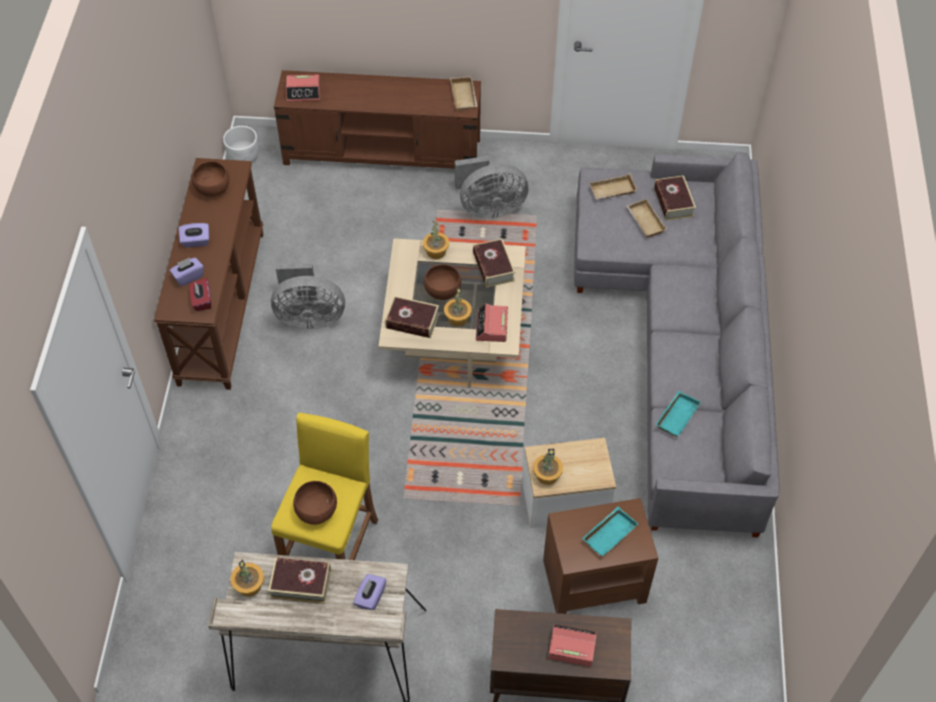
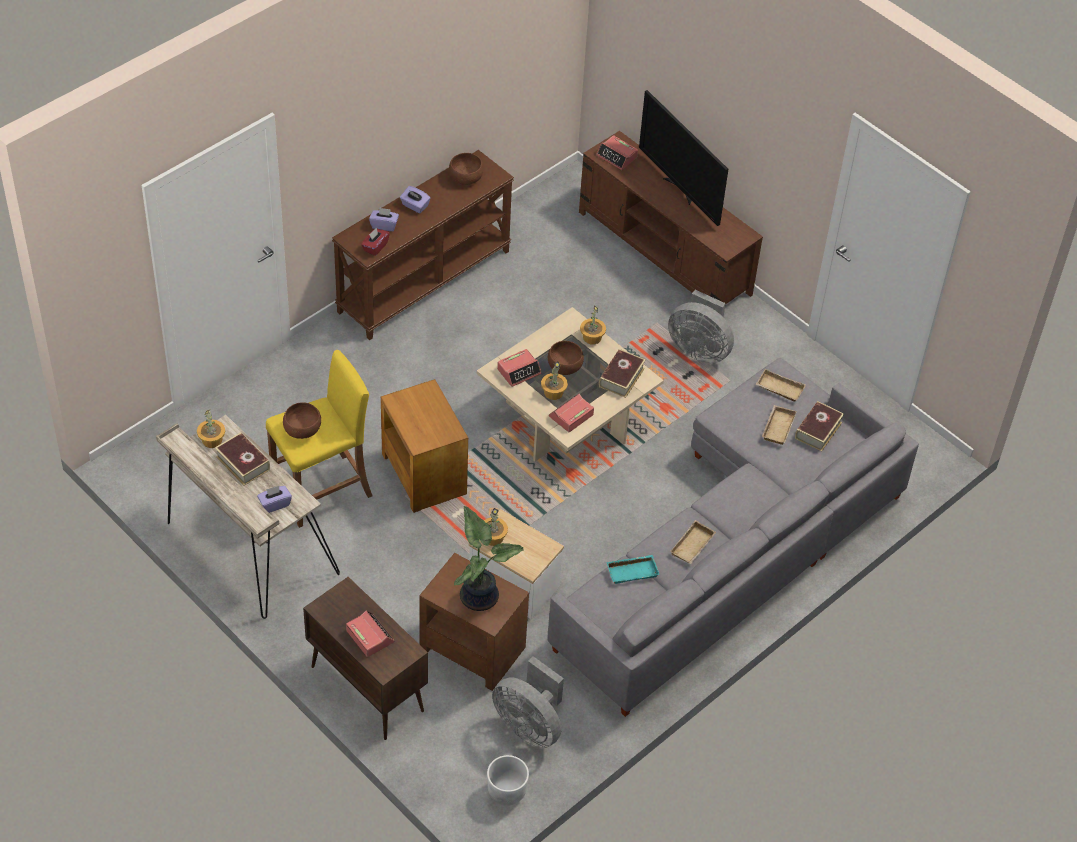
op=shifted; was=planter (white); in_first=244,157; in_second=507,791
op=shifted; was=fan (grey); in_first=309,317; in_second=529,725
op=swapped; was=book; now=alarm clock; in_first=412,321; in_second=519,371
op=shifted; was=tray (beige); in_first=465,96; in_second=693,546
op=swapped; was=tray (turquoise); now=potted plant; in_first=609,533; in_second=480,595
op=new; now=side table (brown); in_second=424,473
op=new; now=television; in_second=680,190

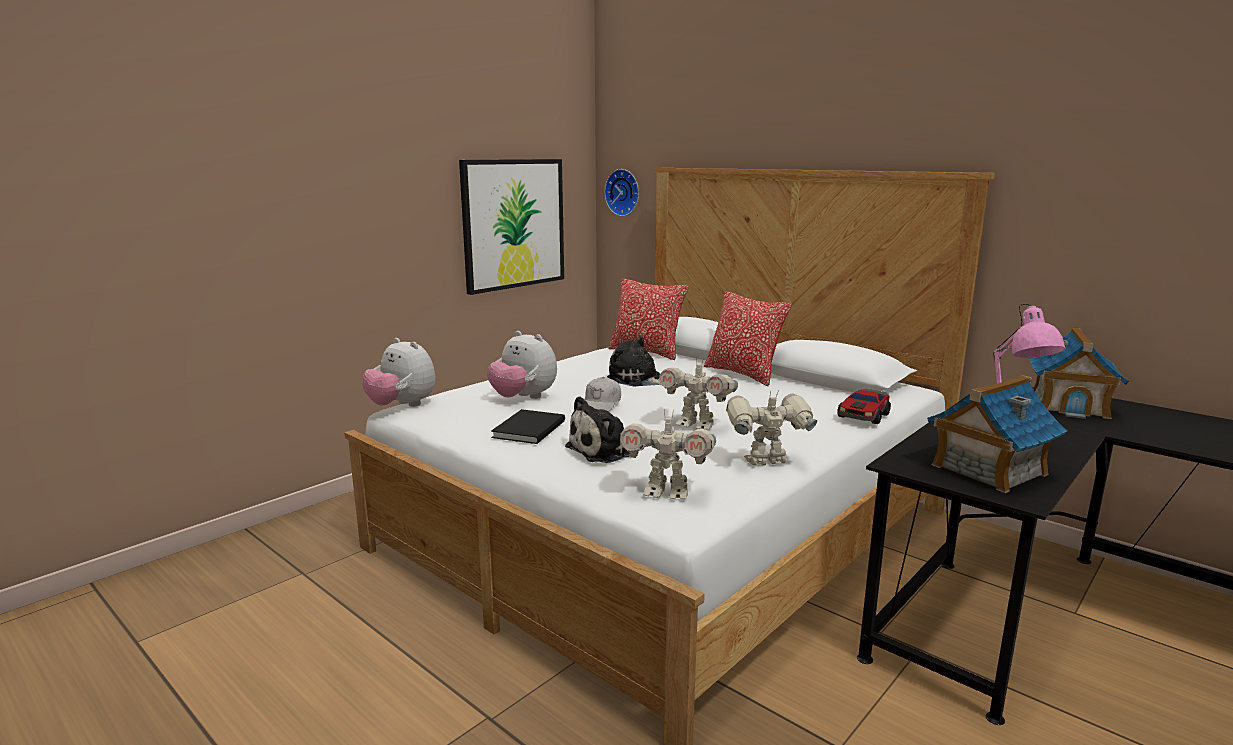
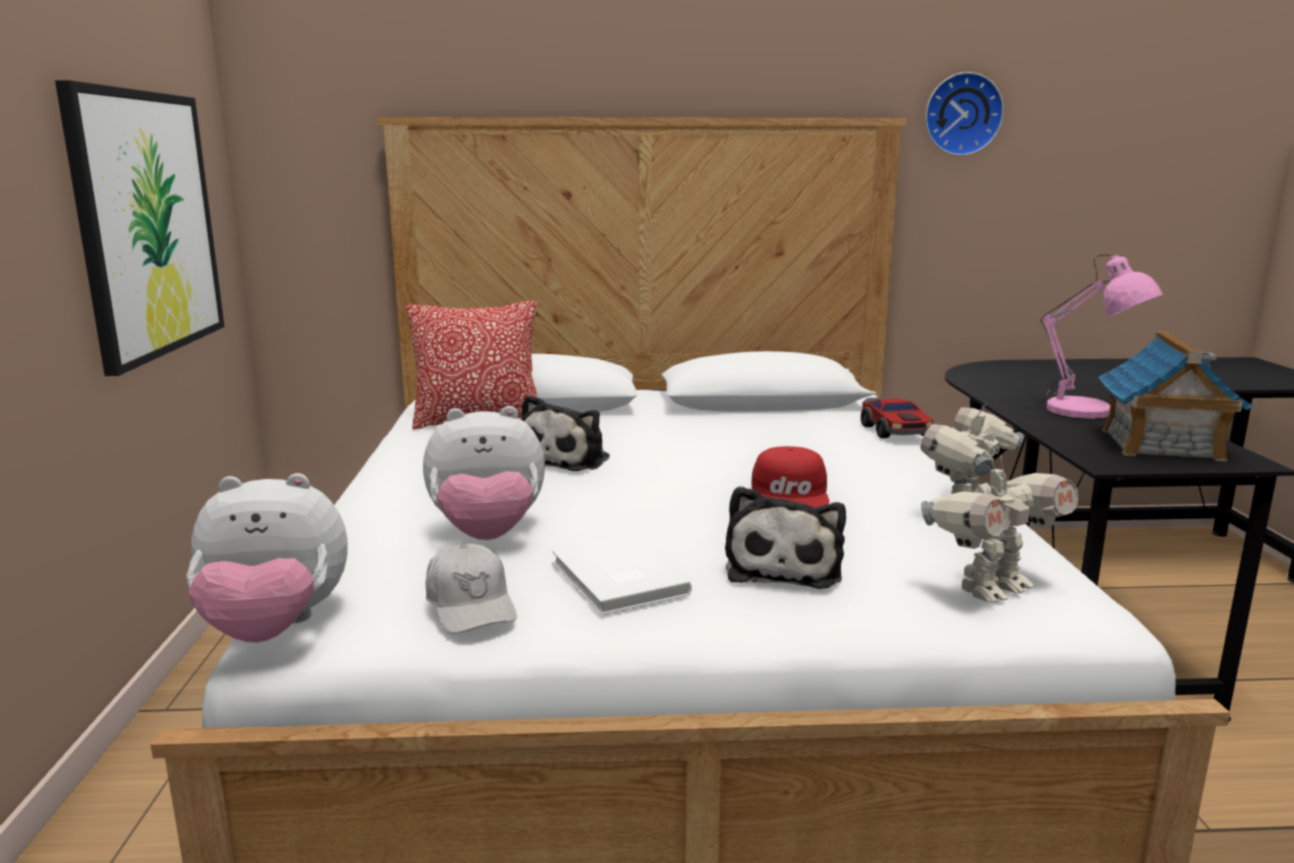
op=repainted; was=book (black); now=book (white); in_first=526,429; in_second=616,580
op=shifted; was=cap (white); in_first=601,404; in_second=471,605
op=shifted; was=wall clock; in_first=624,192; in_second=961,114
op=rotated; was=plush toy; in_first=637,379; in_second=568,460; clockwise=-60
op=swapped; was=toy robot; now=cap (red); in_first=696,425; in_second=791,494
op=gone; was=pillow; in_first=743,374
op=gone; was=toy house; in_first=1069,405

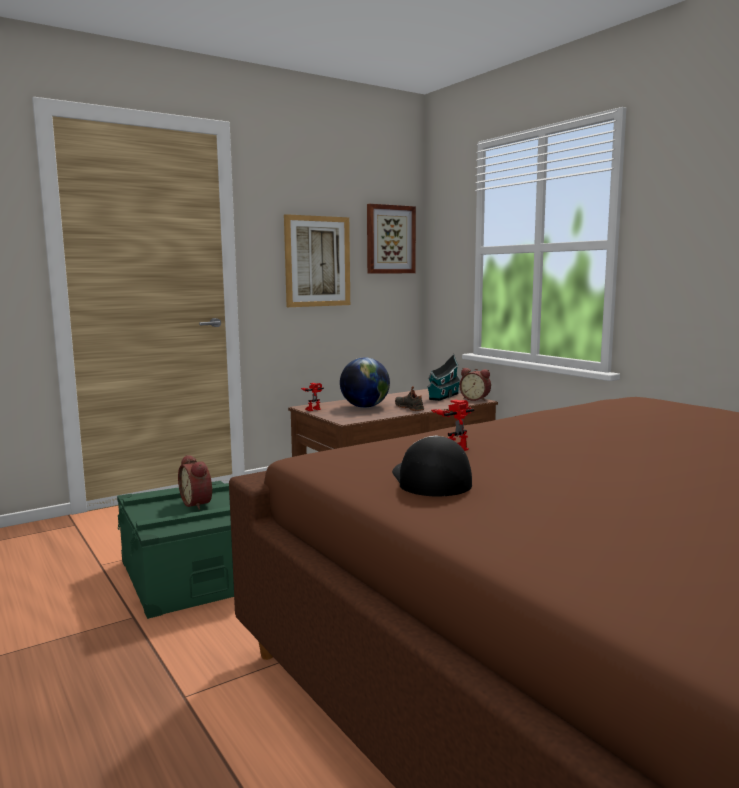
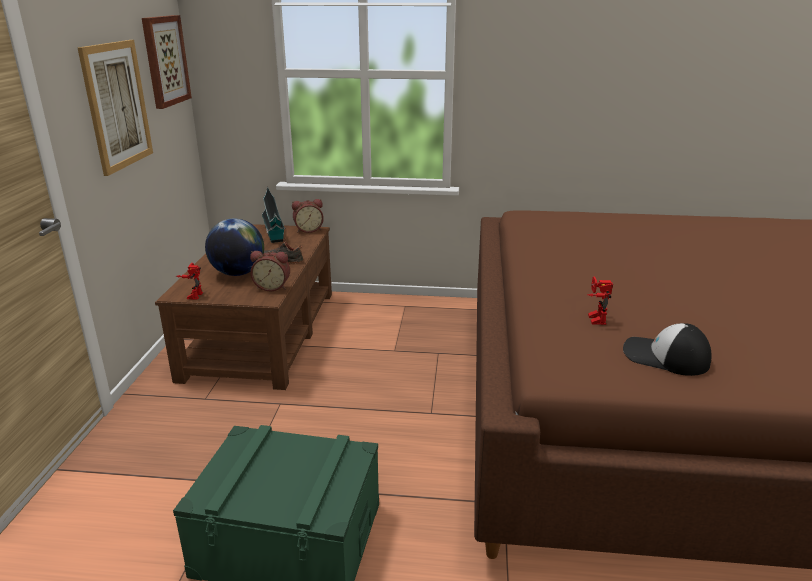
op=shifted; was=alarm clock; in_first=198,503; in_second=272,287

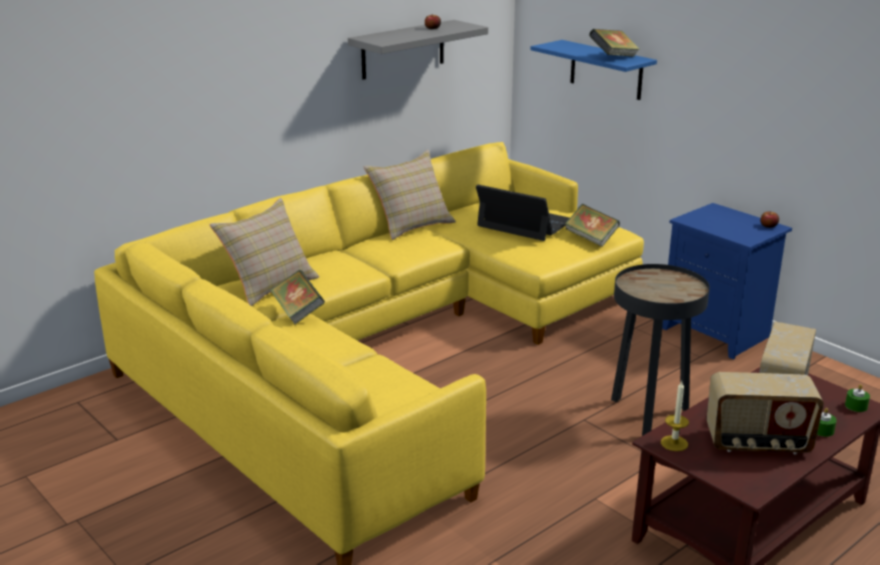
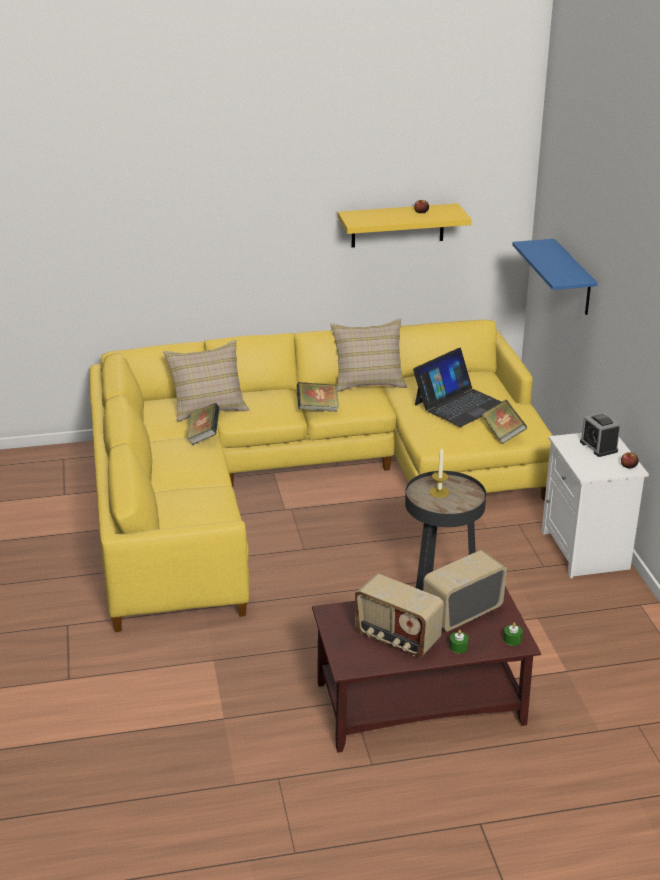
op=repainted; was=shelf (grey); now=shelf (yellow); in_first=403,49; in_second=397,225
op=rotated; was=laptop; in_first=525,223; in_second=458,404; clockwise=75
op=shifted; was=book; in_first=613,57; in_second=317,408
op=shifted; was=candle; in_first=674,443; in_second=439,492
op=repainted; was=nightstand (blue); now=nightstand (white); in_first=718,333; in_second=587,551
op=new; now=alarm clock; in_second=598,446

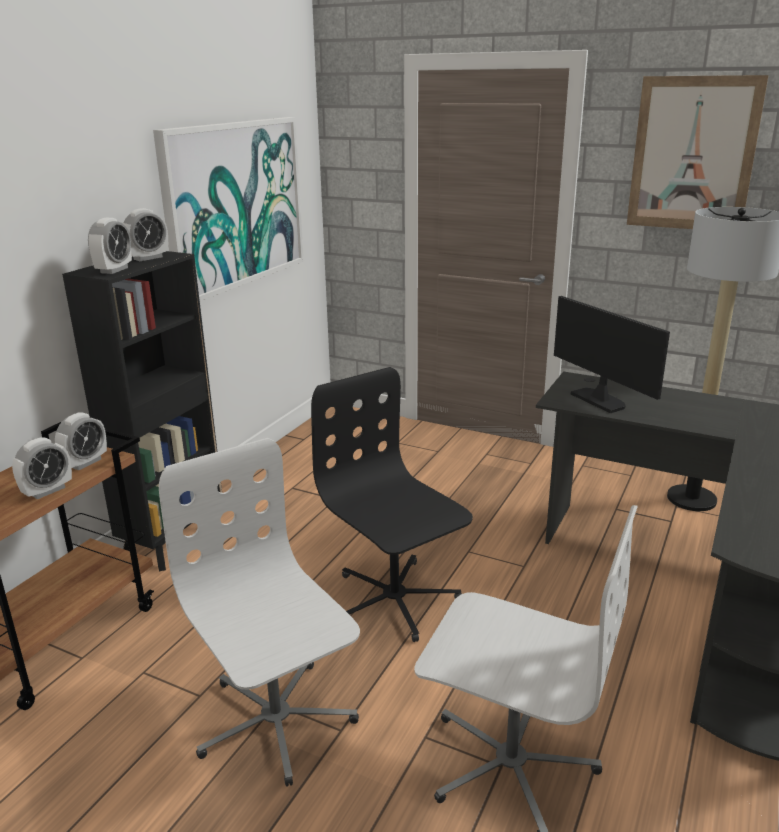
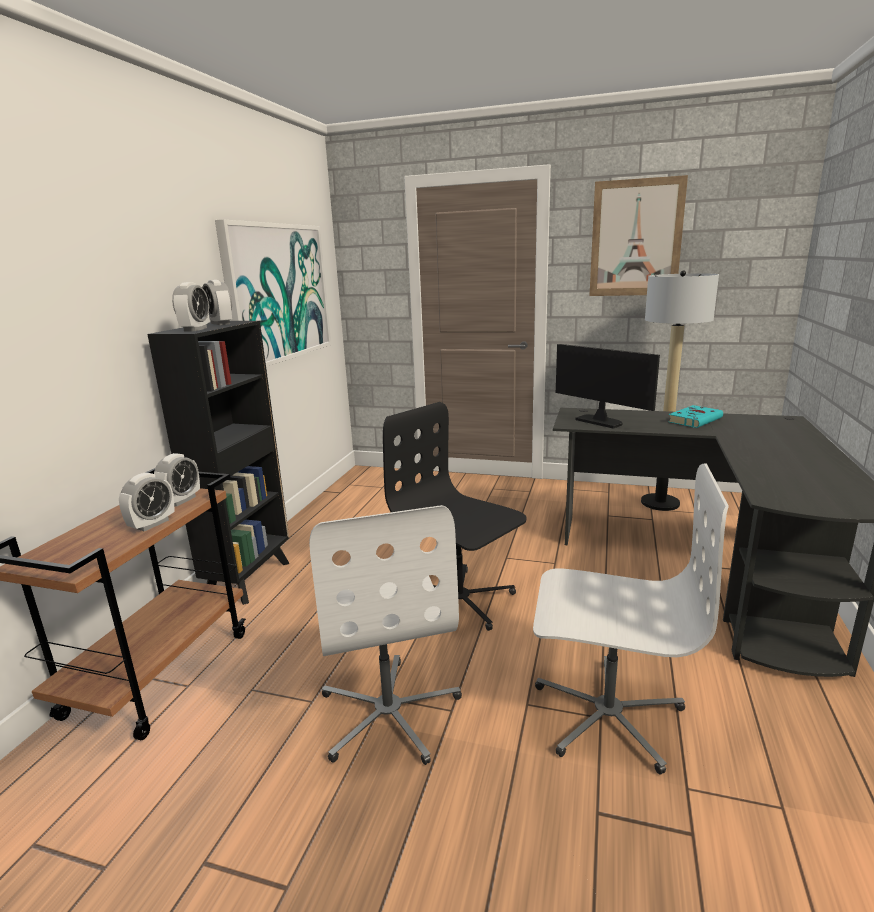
op=rotated; was=alarm clock; in_first=148,258; in_second=220,323; clockwise=105
op=rotated; was=office chair (white); in_first=275,721; in_second=389,712; clockwise=-150
op=new; now=book (turquoise); in_second=695,420

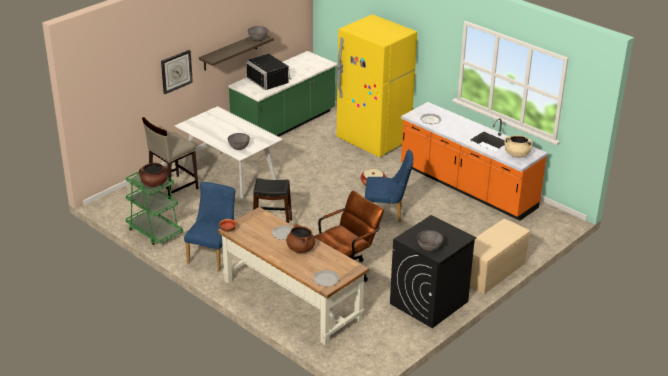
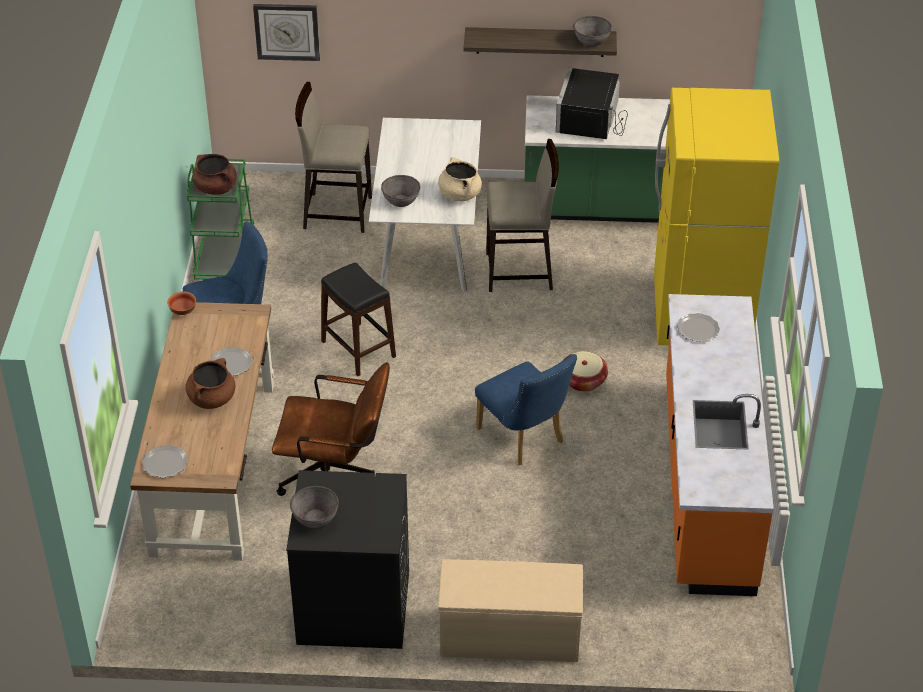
op=shifted; was=wall clock; in_first=176,71; in_second=287,31
op=shifted; was=cooking pot (beige); in_first=517,155; in_second=459,194
op=new; now=stool (beige); in_second=520,272

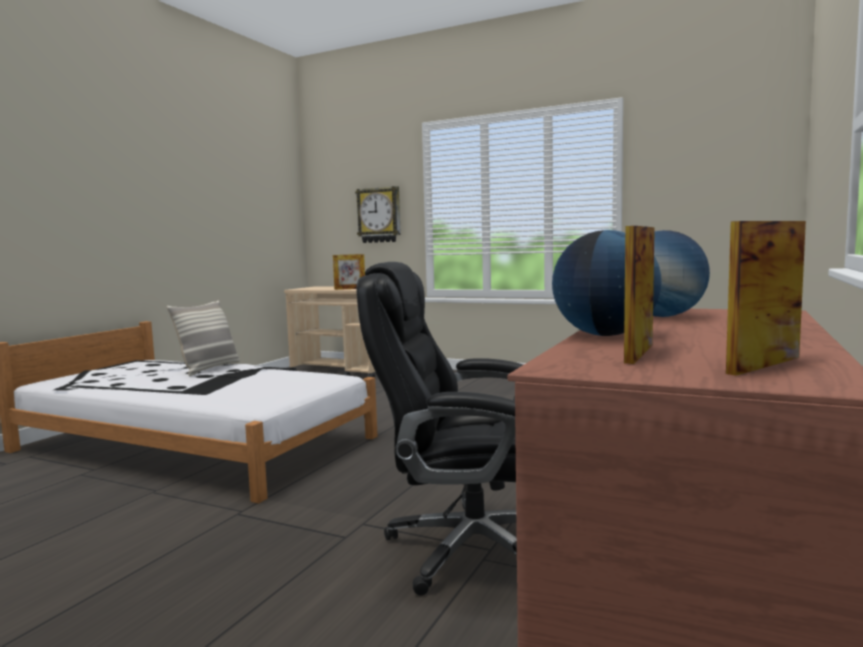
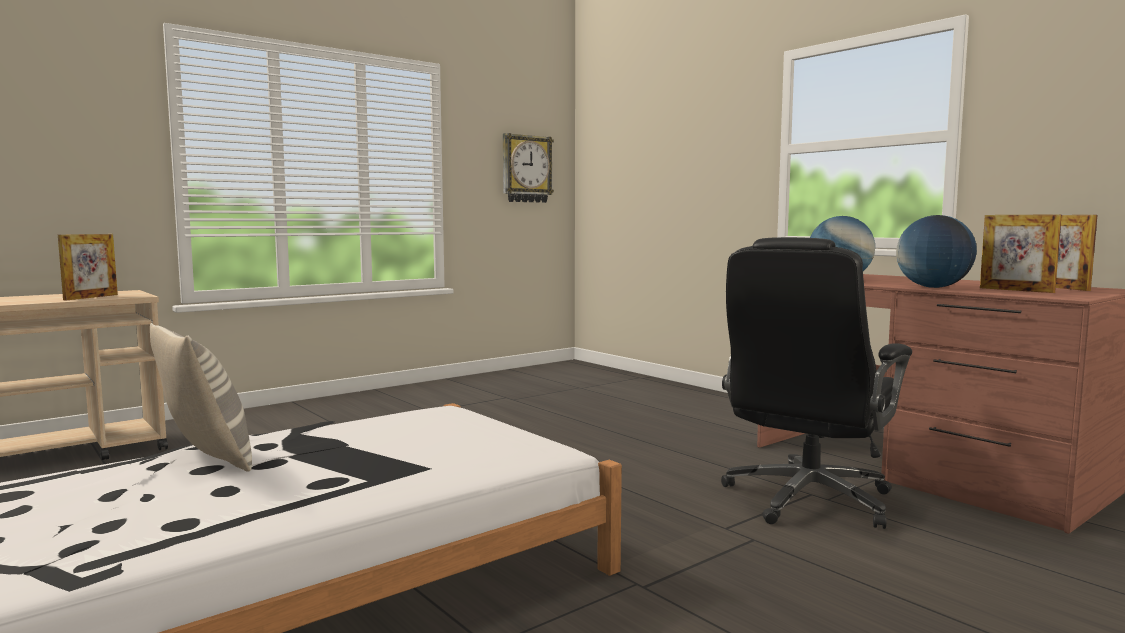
op=shifted; was=wall clock; in_first=379,215; in_second=526,169

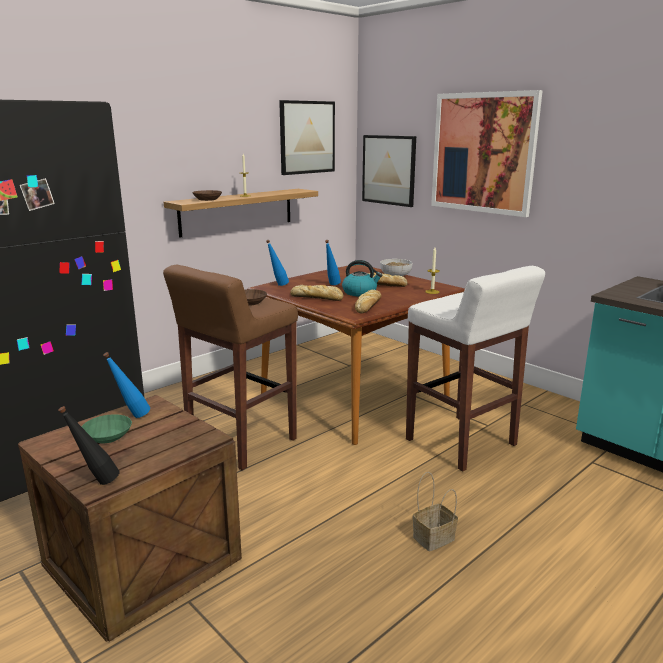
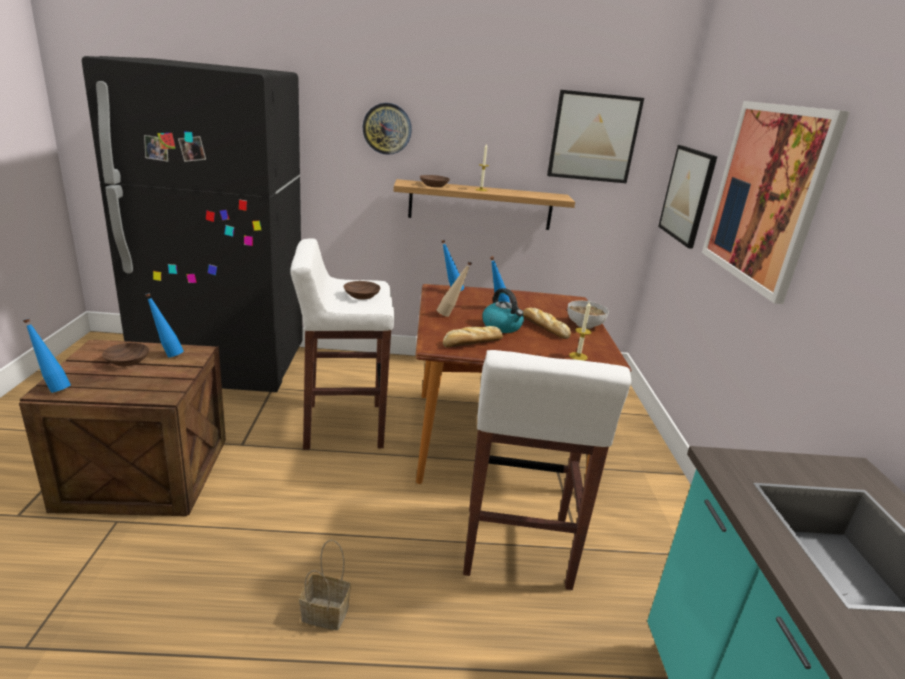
op=repainted; was=bottle (black); now=bottle (blue); in_first=96,483; in_second=53,388
op=repainted; was=bowl (green); now=bowl (brown); in_first=108,437; in_second=126,361
op=repainted; was=stool (brown); now=stool (white); in_first=240,442; in_second=342,426
op=swapped; was=bread; now=bottle (beige); in_first=317,298; in_second=451,315
op=new; now=wall clock; in_second=387,128

